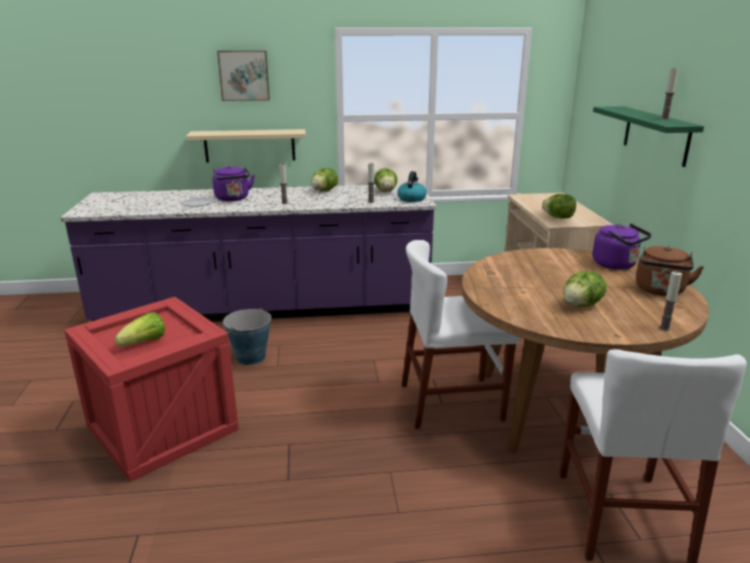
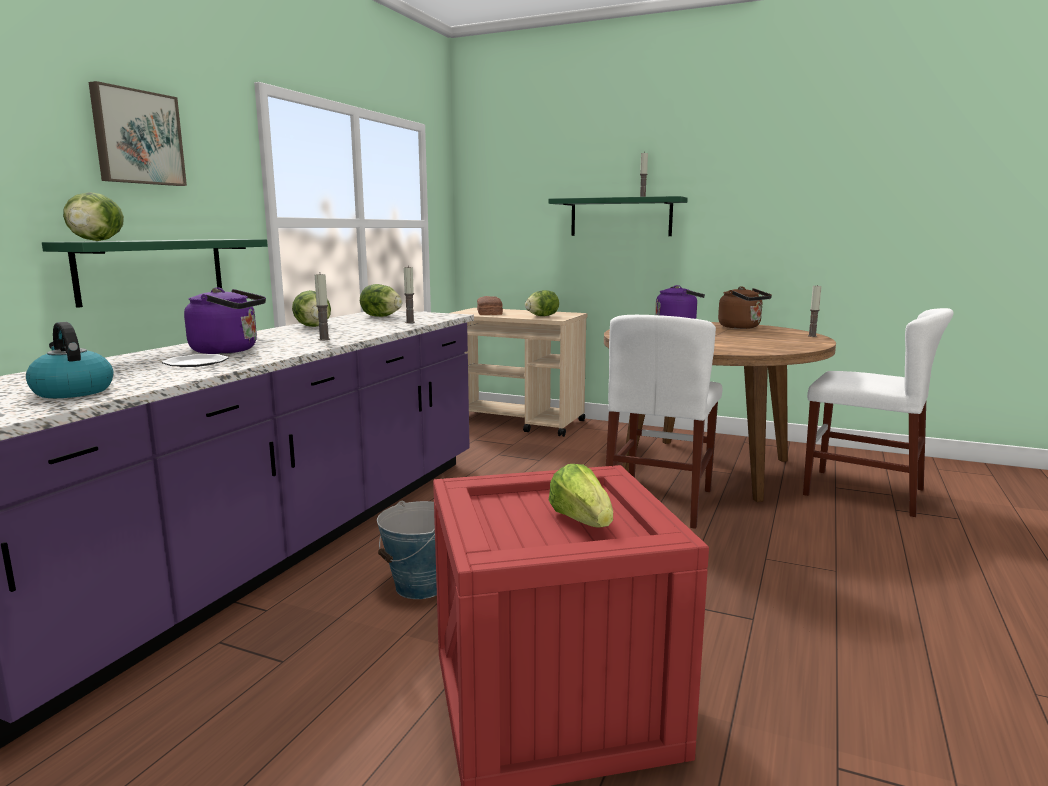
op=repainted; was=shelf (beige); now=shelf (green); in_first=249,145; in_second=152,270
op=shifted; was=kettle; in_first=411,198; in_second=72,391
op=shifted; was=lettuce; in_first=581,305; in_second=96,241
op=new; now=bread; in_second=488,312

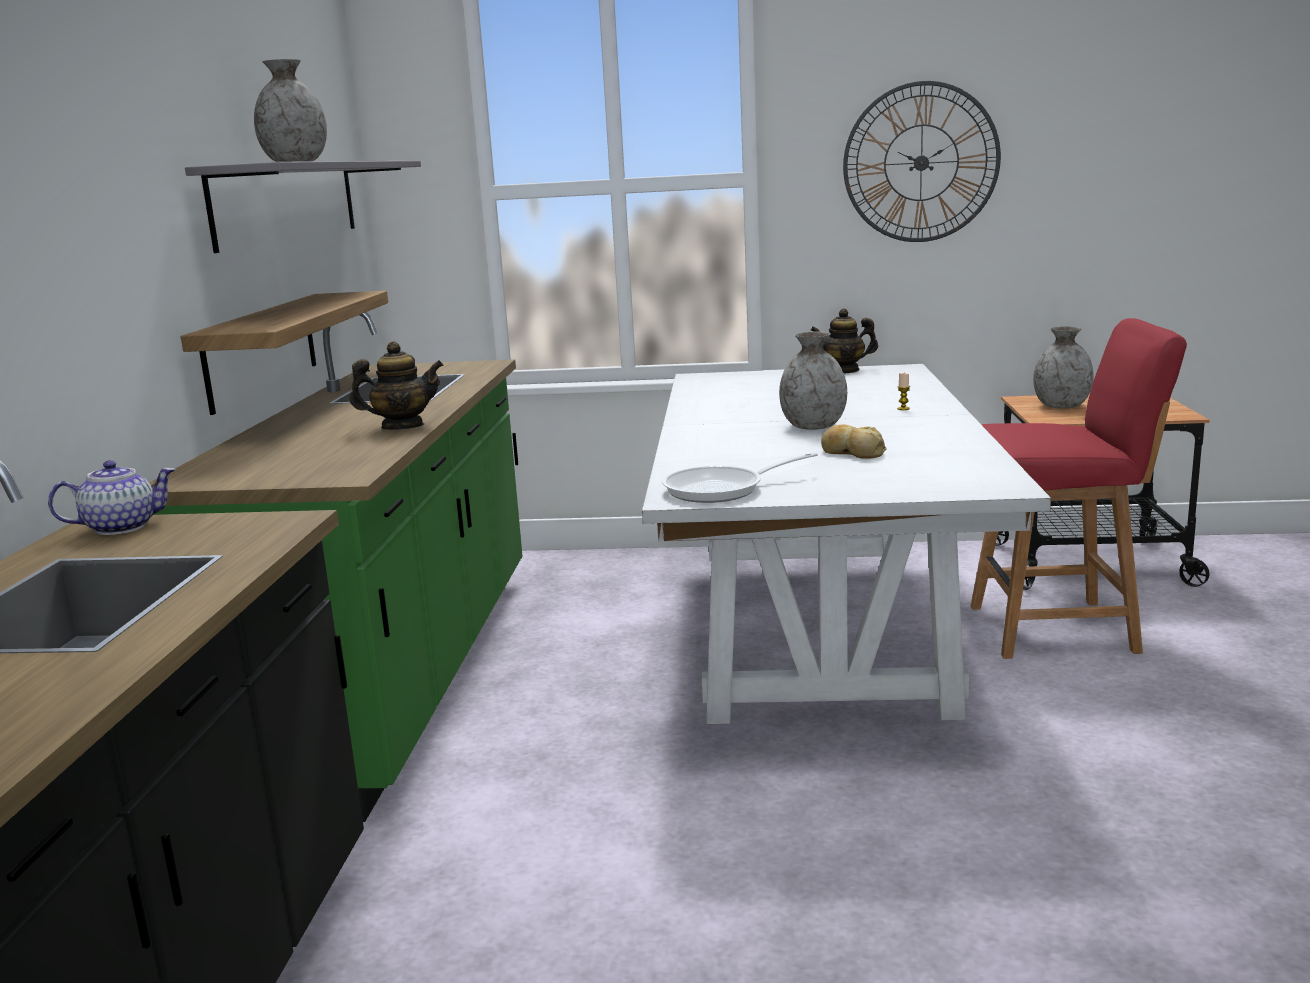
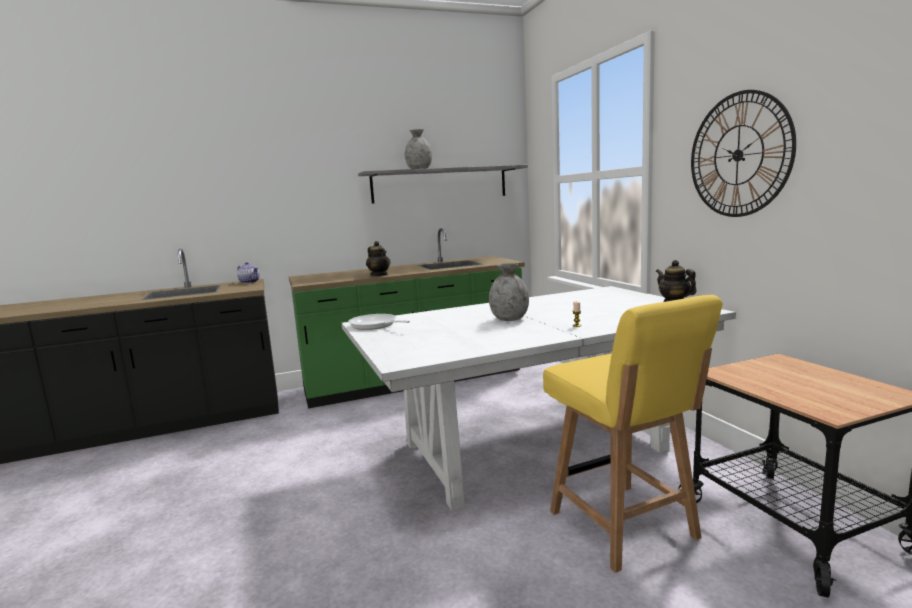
op=gone; was=shelf; in_first=261,350
op=gone; was=bread; in_first=852,452
op=repainted; was=chair (red); now=chair (yellow); in_first=1057,629; in_second=624,526
op=gone; was=vase (grey); in_first=1061,406

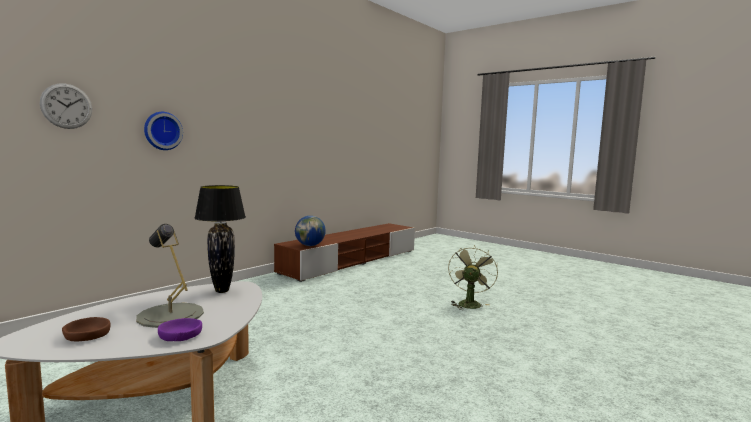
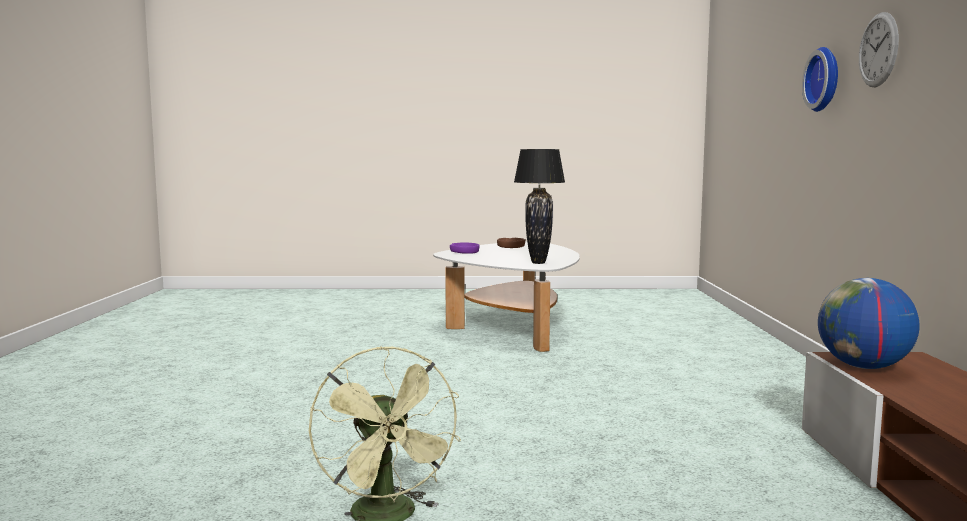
op=shifted; was=wall clock; in_first=66,106; in_second=878,50
op=gone; was=table lamp (grey); in_first=170,315

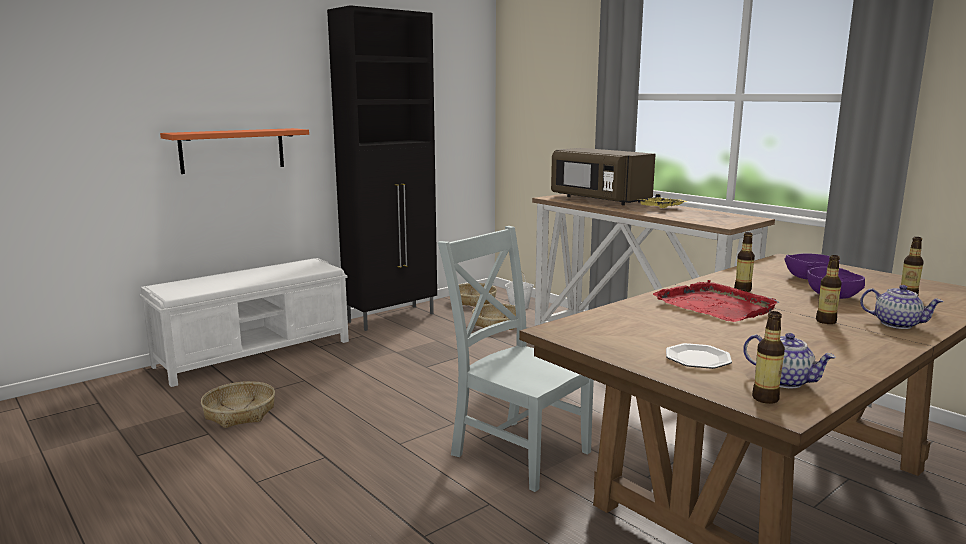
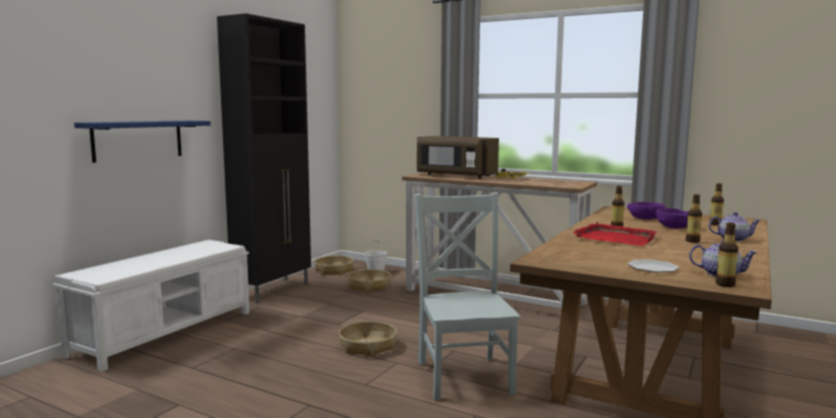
op=repainted; was=shelf (orange); now=shelf (blue); in_first=232,150; in_second=138,140
op=shifted; was=basket; in_first=240,413; in_second=368,346
op=rotated; was=chair (grey); in_first=517,451; in_second=464,374; clockwise=60

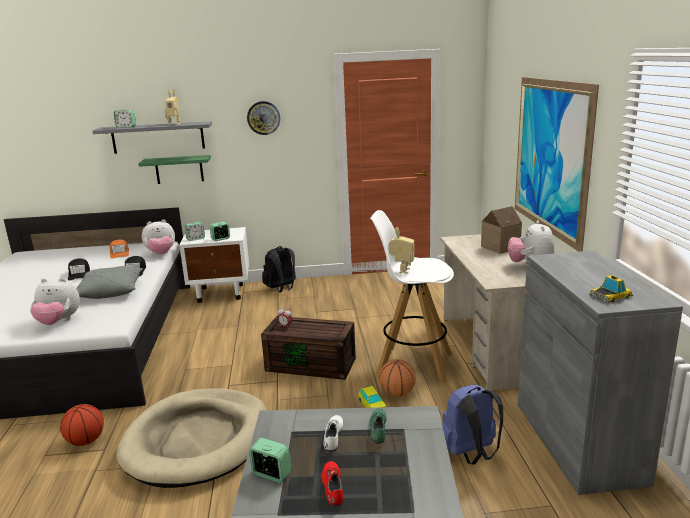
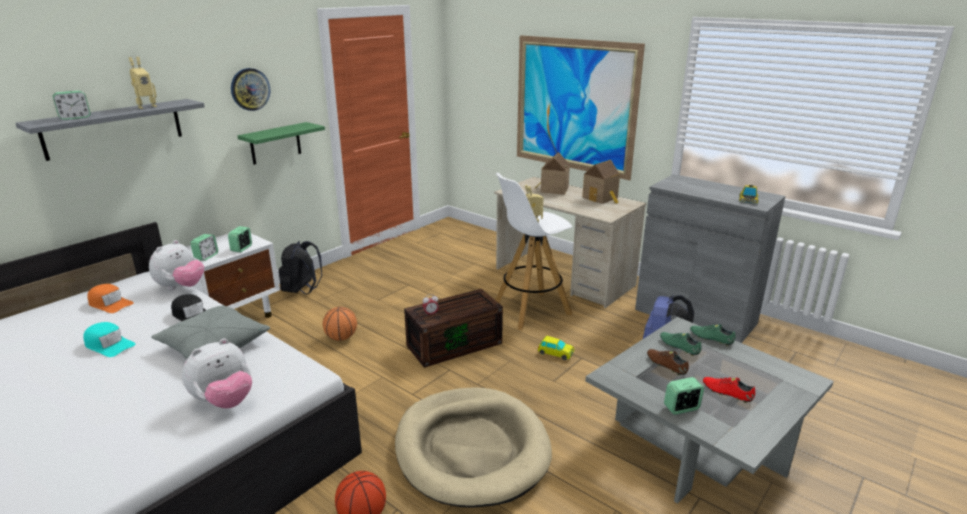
op=repainted; was=cap (black); now=cap (turquoise); in_first=79,274; in_second=109,345
op=shifted; was=shelf (green); in_first=179,169; in_second=275,143
op=repainted; was=shoe (white); now=shoe (brown); in_first=333,437; in_second=666,365
op=shifted; was=basketball; in_first=397,393; in_second=341,338
op=swapped; was=plush toy; now=toy house; in_first=530,266; in_second=601,198
op=new; now=shoe (green); in_second=711,338

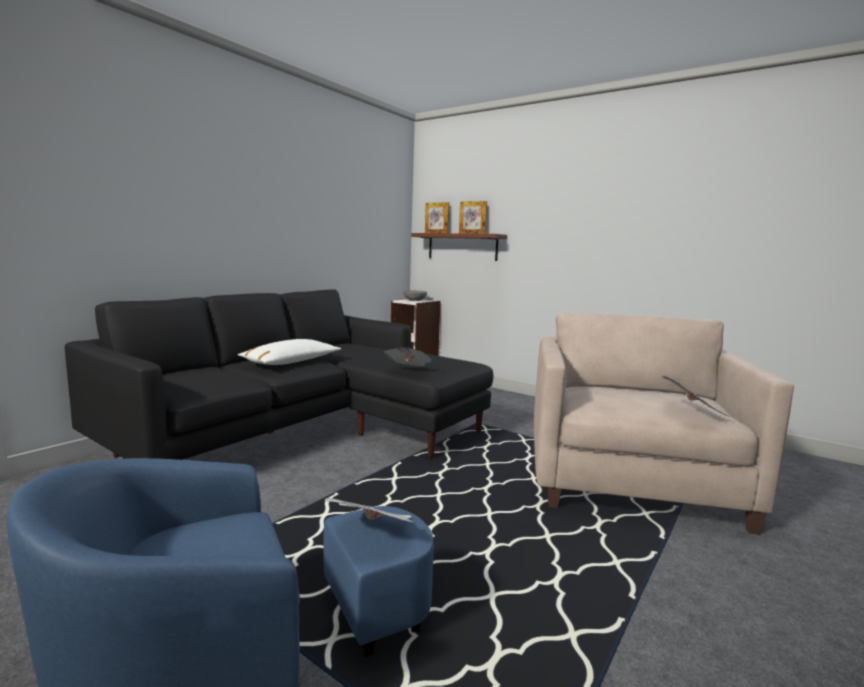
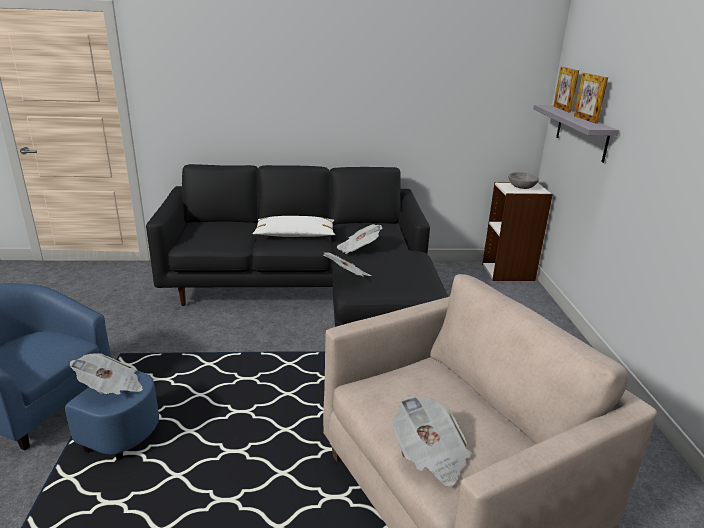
op=repainted; was=shelf (brown); now=shelf (grey); in_first=462,246; in_second=581,132
op=new; now=newspaper; in_second=358,249

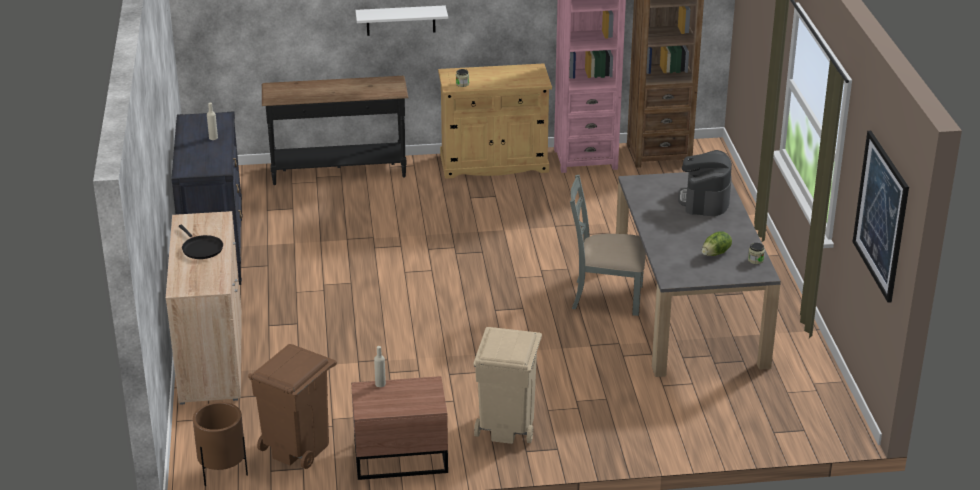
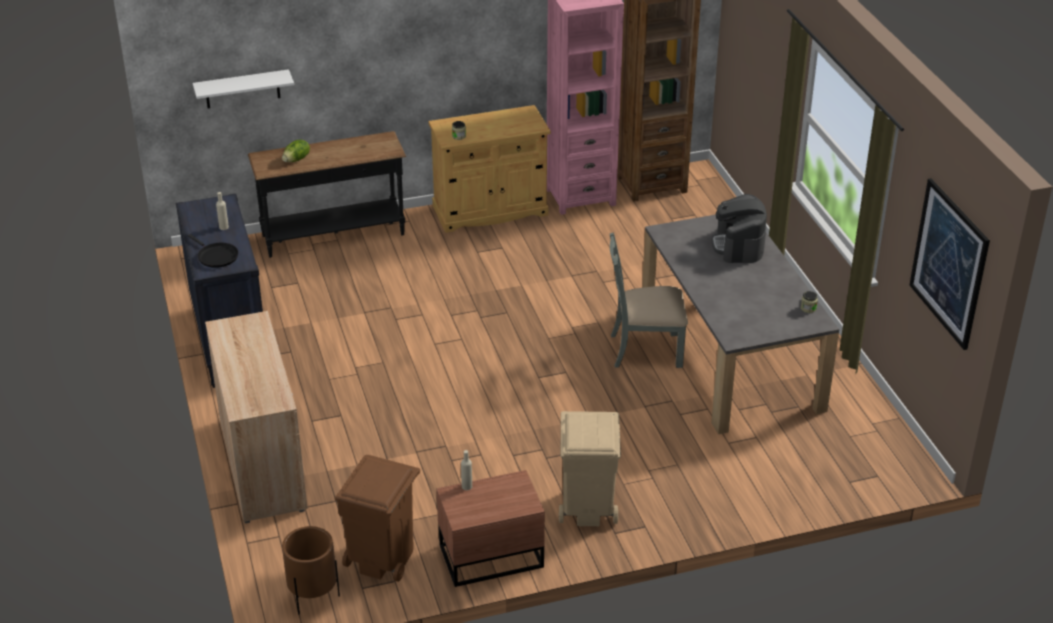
op=shifted; was=frying pan (black); in_first=201,248; in_second=216,256
op=shifted; was=shelf (white); in_first=400,20; in_second=242,89
op=shifted; was=lettuce; in_first=716,253; in_second=297,159

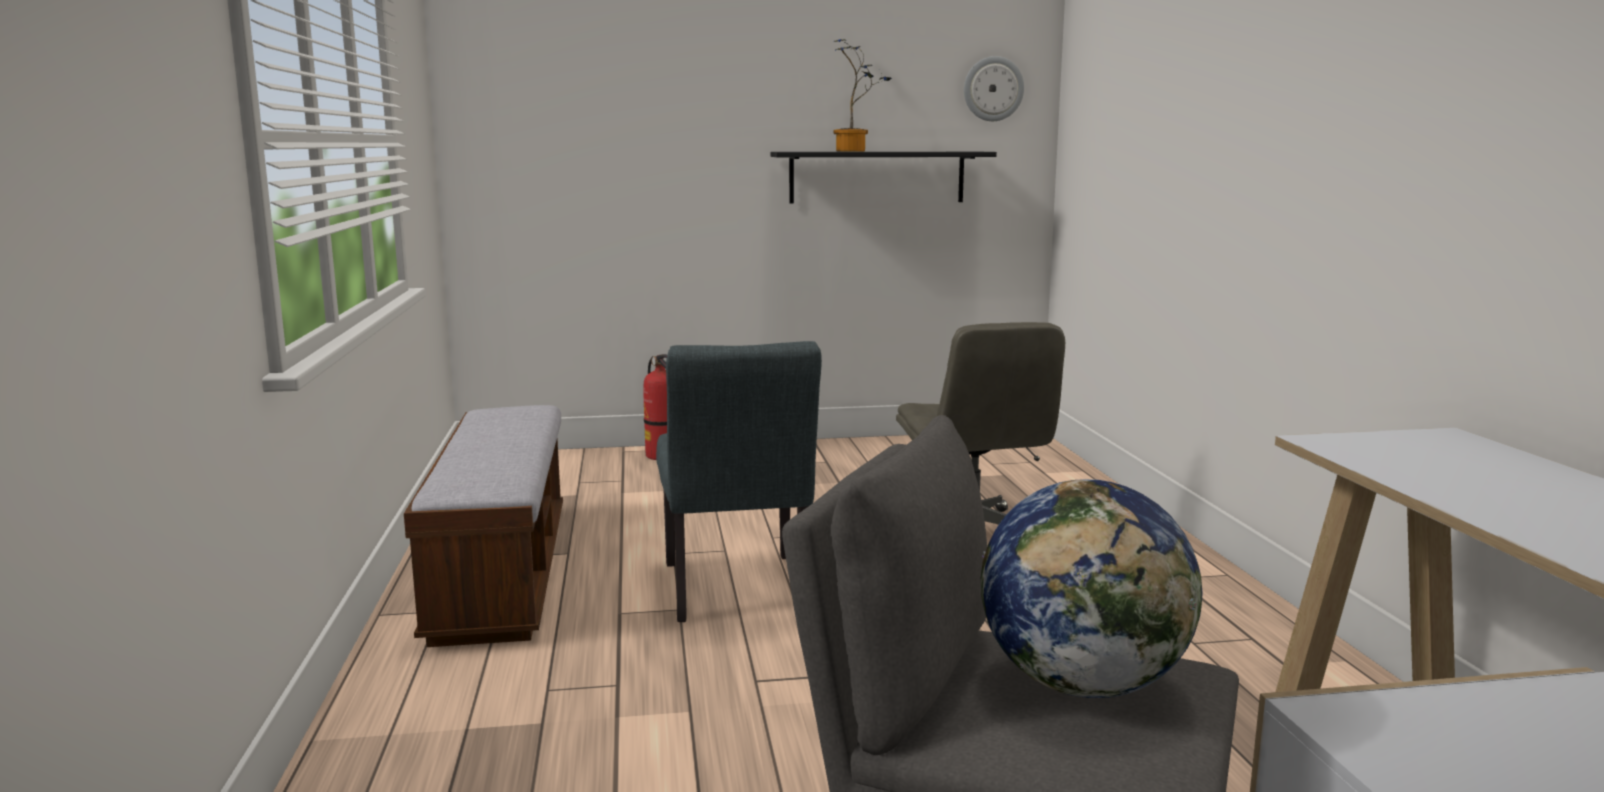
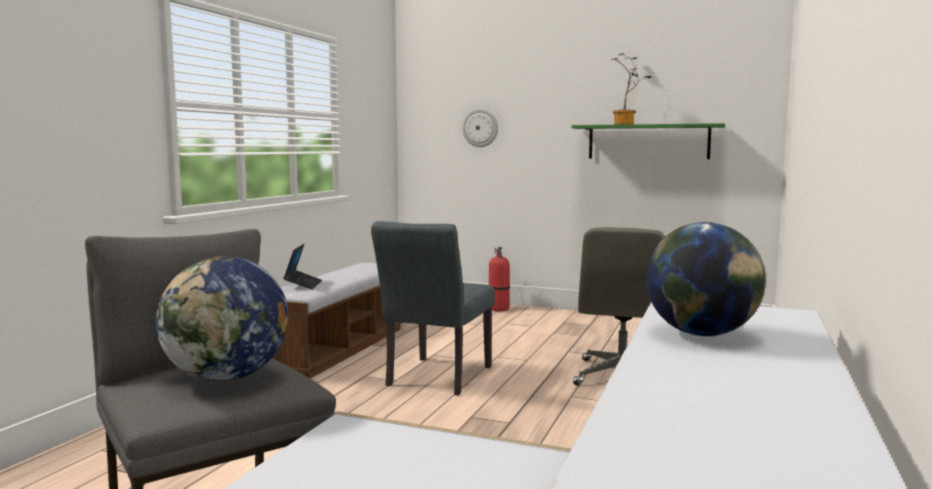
op=repainted; was=shelf (black); now=shelf (green); in_first=877,177; in_second=648,142
op=shifted; was=wall clock; in_first=993,89; in_second=480,128
op=new; now=laptop; in_second=303,284
op=new; now=globe; in_second=701,335

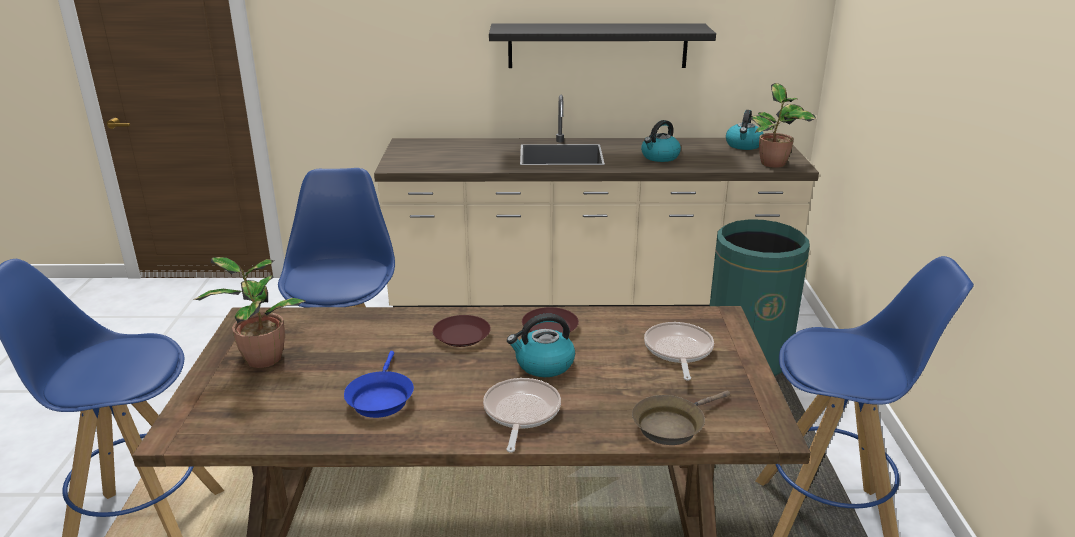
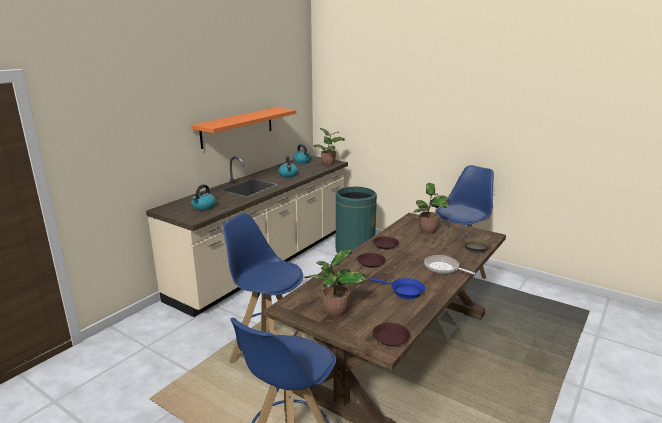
op=repainted; was=shelf (black); now=shelf (orange); in_first=597,45; in_second=237,127
op=shifted; was=kettle; in_first=543,365; in_second=203,207
op=swapped; was=frying pan; now=potted plant; in_first=678,351; in_second=428,231
op=new; now=plate (brown); in_second=390,337

